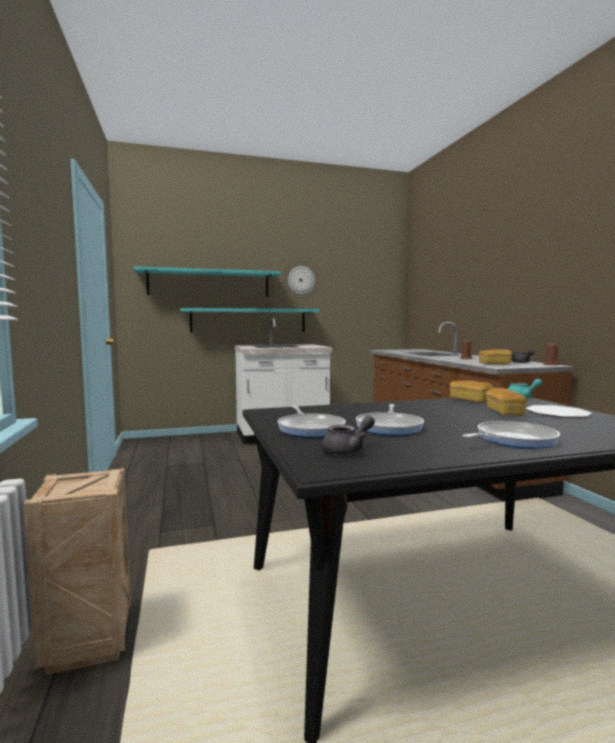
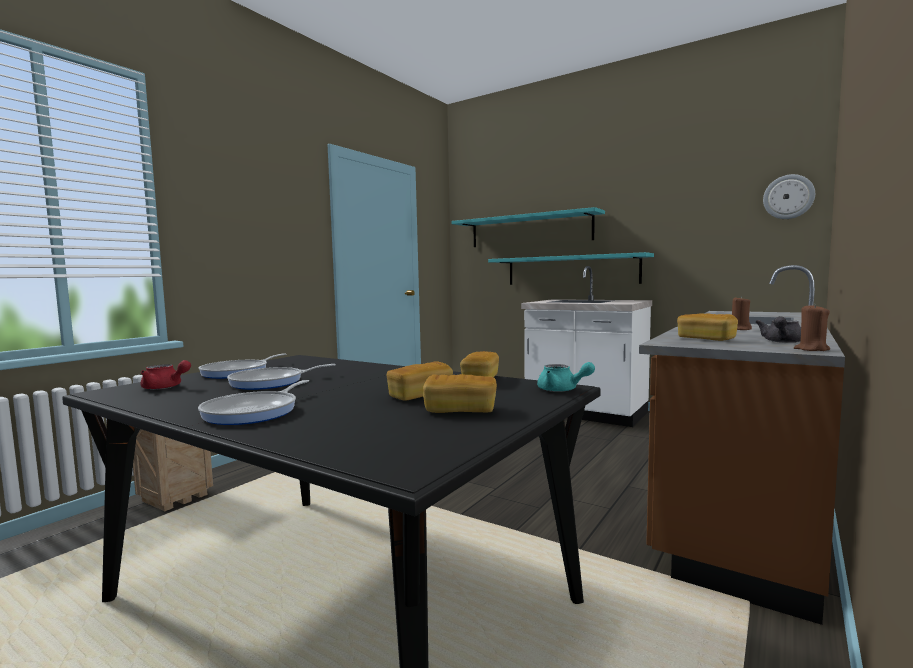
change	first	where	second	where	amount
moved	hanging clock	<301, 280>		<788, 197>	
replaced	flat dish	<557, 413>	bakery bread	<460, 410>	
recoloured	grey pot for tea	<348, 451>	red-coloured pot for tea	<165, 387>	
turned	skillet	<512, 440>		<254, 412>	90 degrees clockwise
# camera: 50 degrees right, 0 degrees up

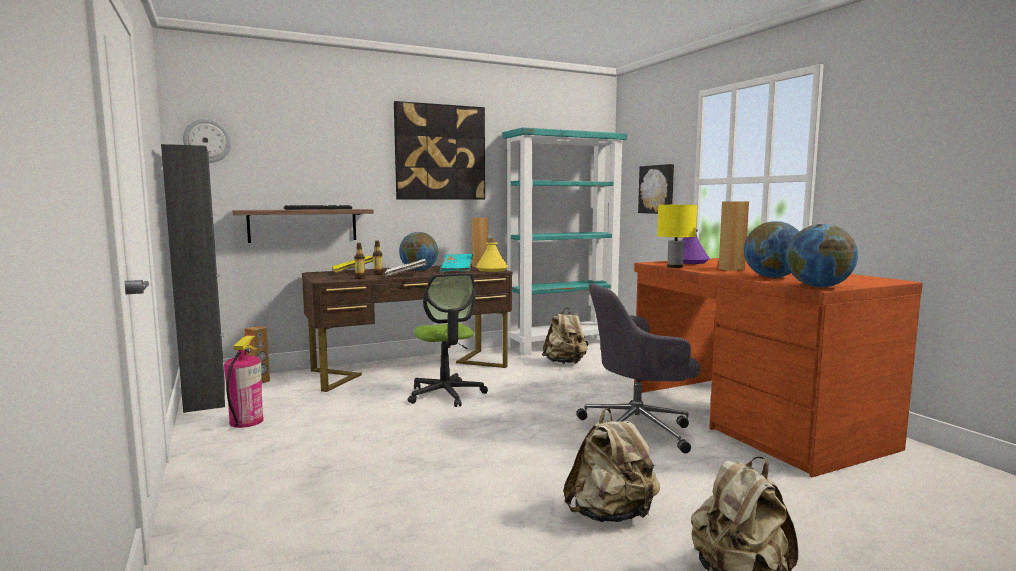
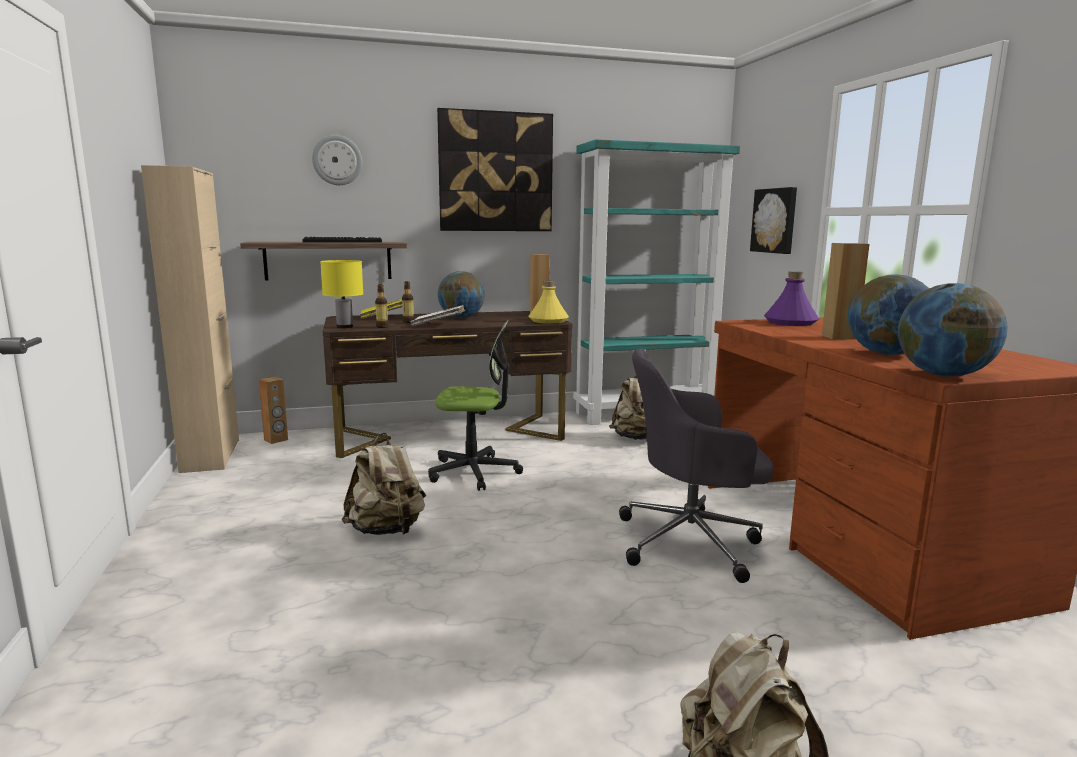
change	first	where	second	where	amount
removed	fire extinguisher	<246, 421>			
removed	turquoise-coloured volume	<457, 270>			
moved	hanging clock	<207, 140>		<337, 160>	
moved	beige-coloured backpack	<611, 515>		<386, 530>	
moved	yellow lamp for a table	<674, 267>		<344, 327>	
recoloured	black-coloured cabinet	<205, 397>	beige-coloured cabinet	<211, 455>	
turned	desk chair	<446, 394>		<474, 472>	75 degrees counterclockwise
# camera: 10 degrees right, 5 degrees up

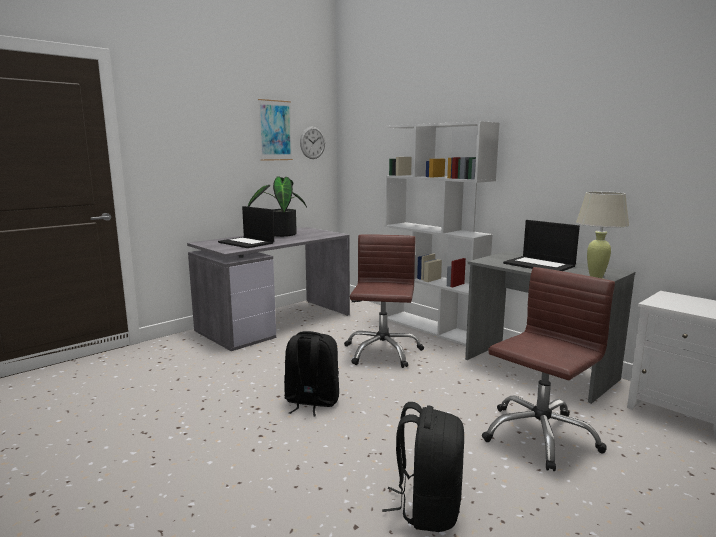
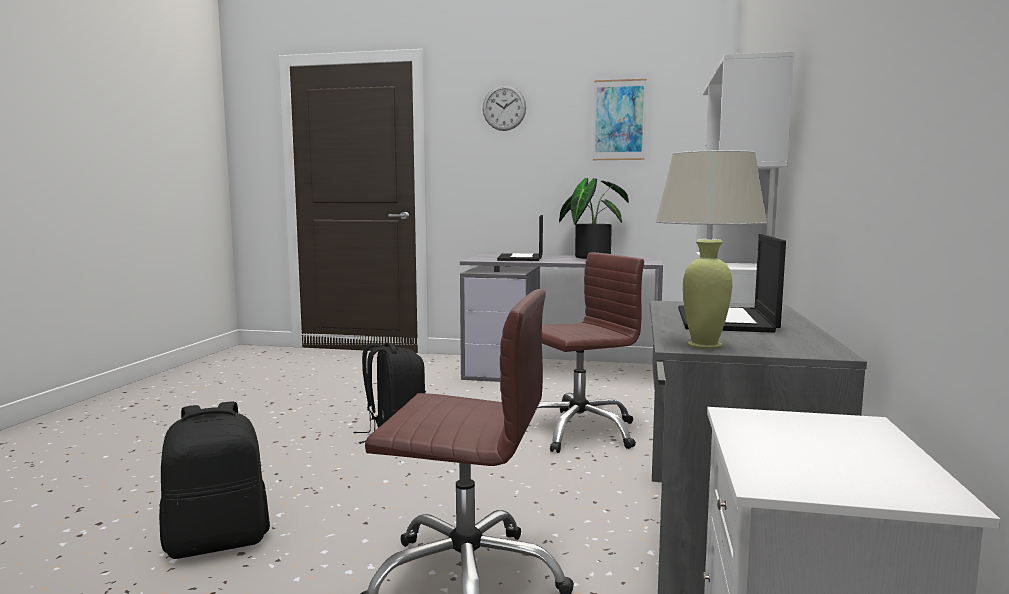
change	first	where	second	where	amount
moved	hanging clock	<312, 142>		<504, 108>	
# camera: 55 degrees right, 5 degrees down

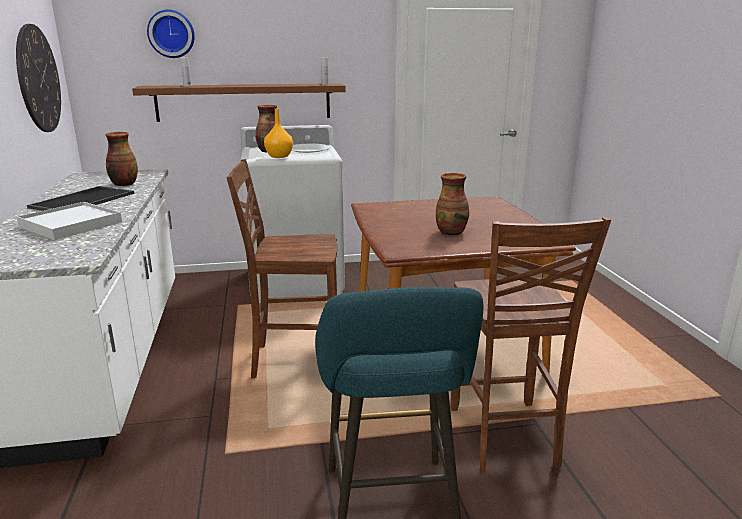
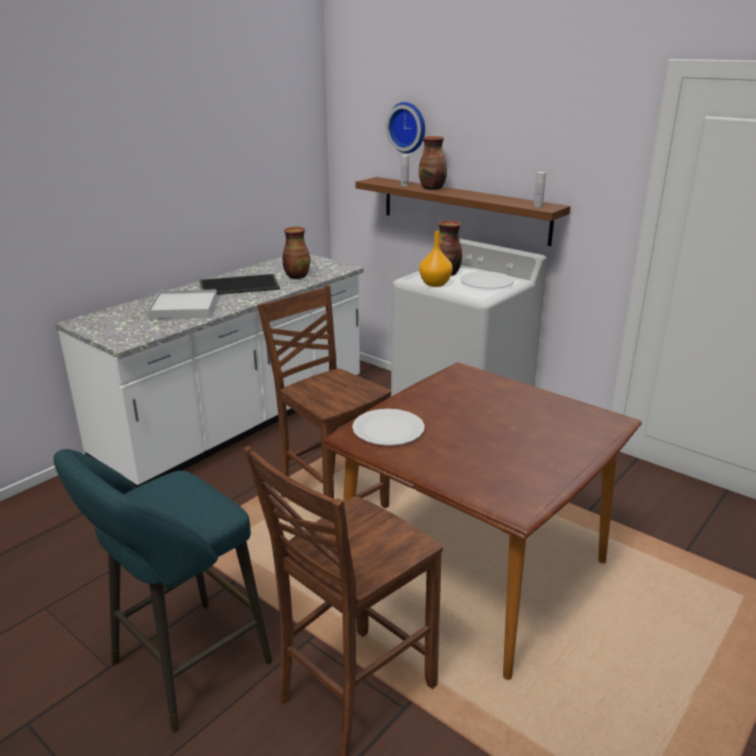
change	first	where	second	where	amount
removed	hanging clock	<38, 79>			
added			whitish flat dish	<388, 429>	
moved	decorative vase	<451, 232>		<432, 188>	
# camera: 50 degrees right, 5 degrees up

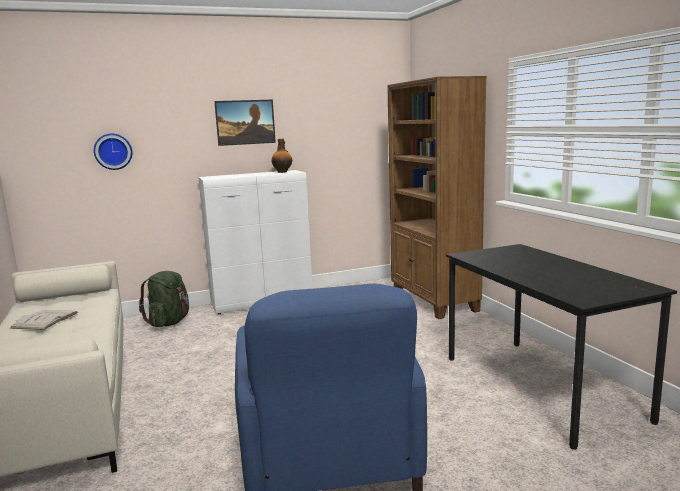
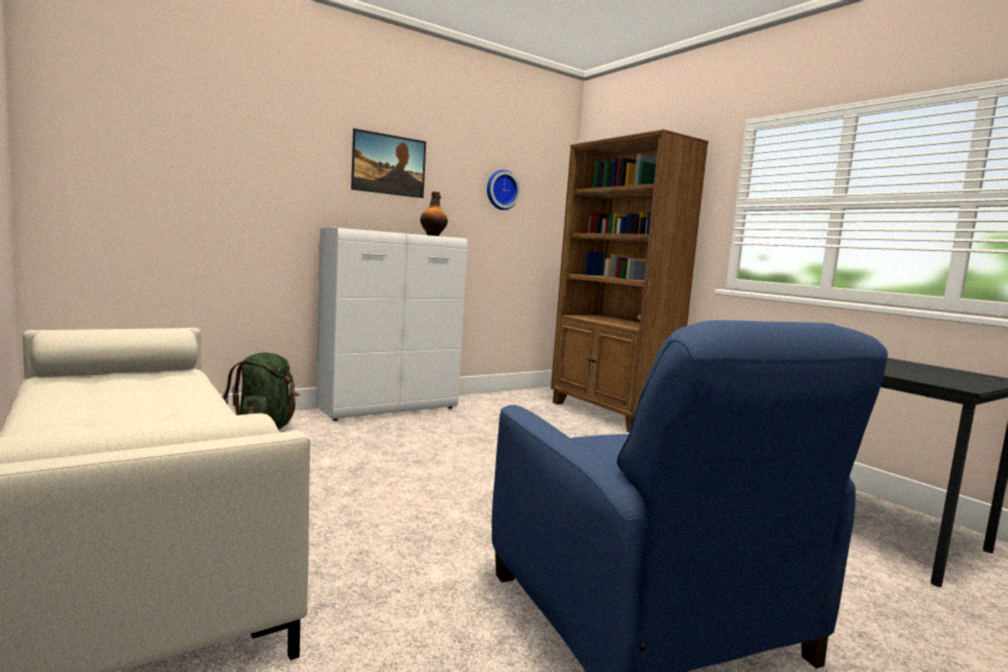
change	first	where	second	where	amount
removed	whitish volume	<45, 320>			
moved	hanging clock	<113, 151>		<501, 190>	
# camera: 15 degrees left, 5 degrees down

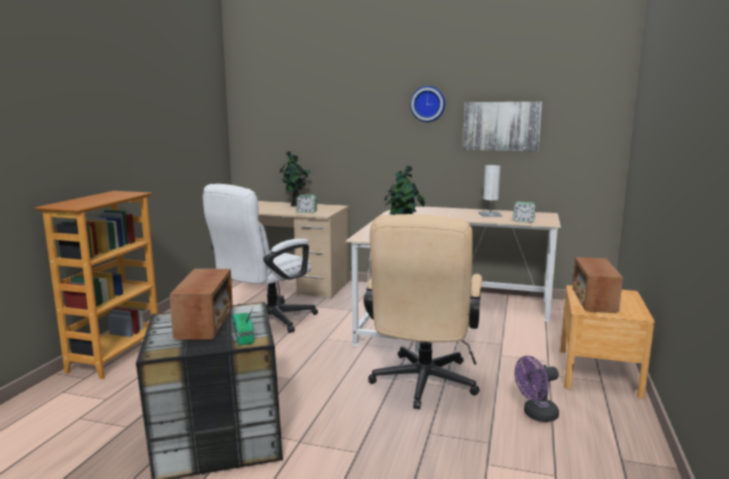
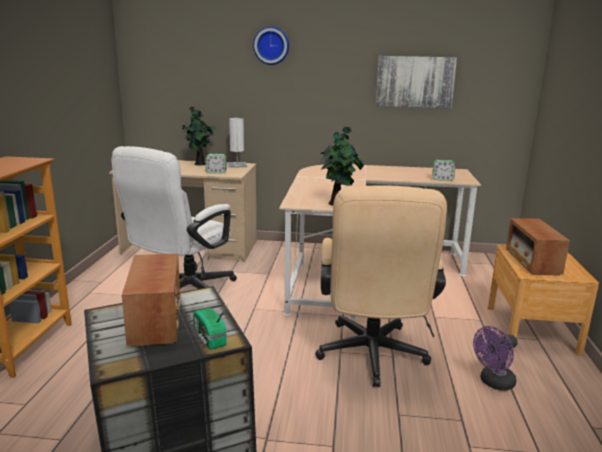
change	first	where	second	where	amount
moved	hanging clock	<428, 104>		<271, 45>	
moved	whitish lamp for a table	<490, 214>		<237, 165>	
# camera: 10 degrees left, 5 degrees up

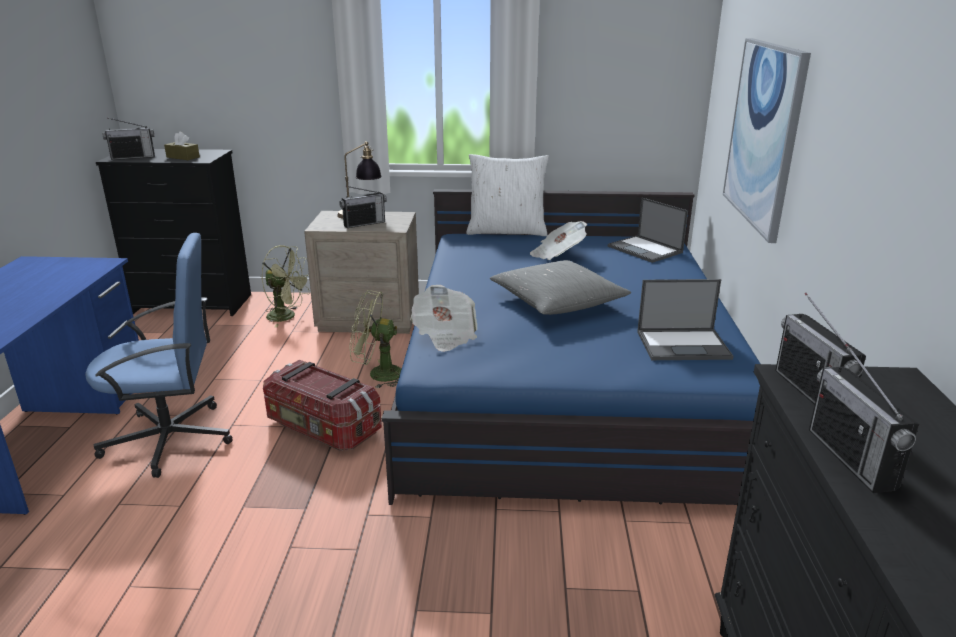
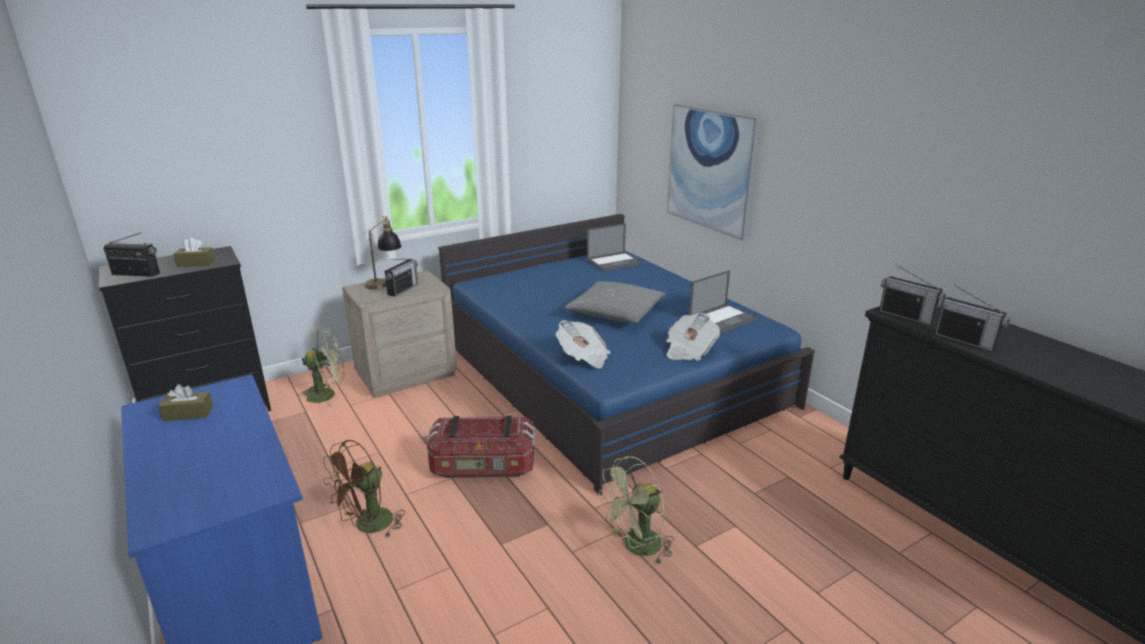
change	first	where	second	where	amount
removed	whitish cushion	<507, 231>			
added			brown-coloured tissue box	<188, 413>	
moved	green cooling fan	<378, 374>		<636, 547>	
moved	printed paper	<557, 254>		<689, 350>	
replaced	blue desk chair	<171, 439>	brown-coloured cooling fan	<367, 526>	
turned	radio receiver	<133, 157>		<136, 274>	120 degrees counterclockwise
turned	laptop	<645, 249>		<614, 262>	45 degrees counterclockwise
# camera: 35 degrees left, 0 degrees up

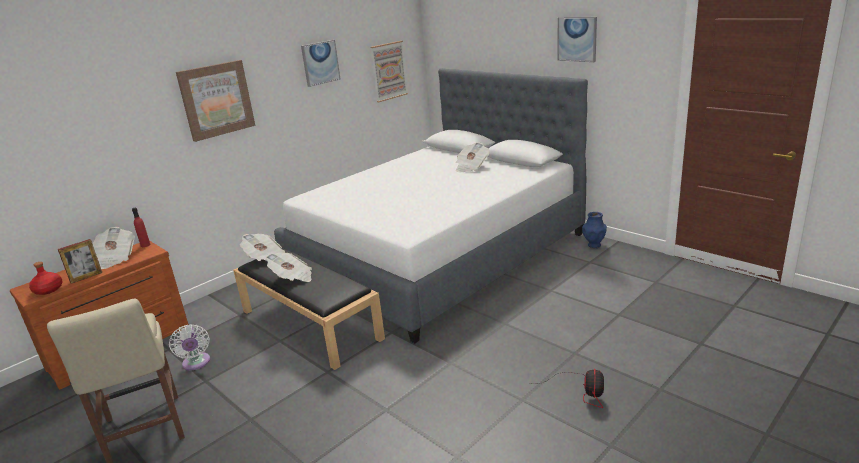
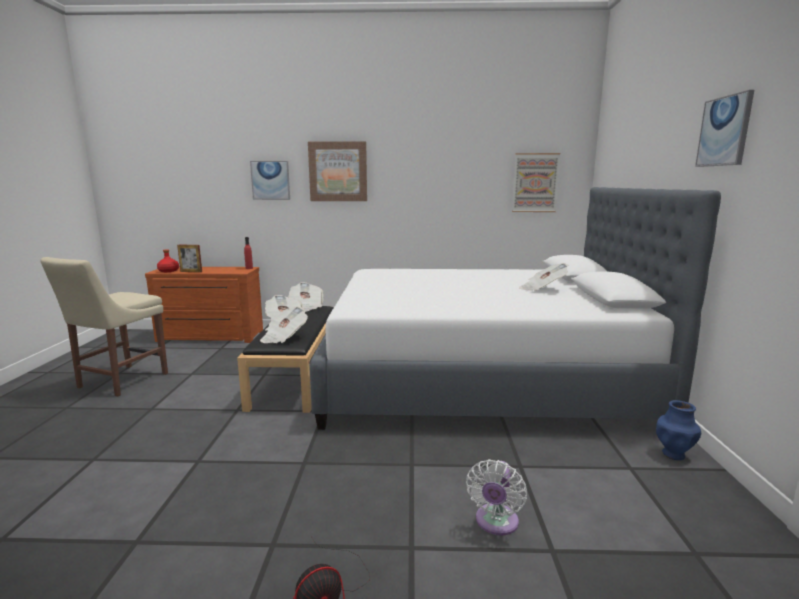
change	first	where	second	where	amount
moved	printed paper	<115, 258>		<284, 337>	
moved	whitish cooling fan	<196, 363>		<495, 523>	
moved	wall picture	<320, 63>		<270, 180>	
# camera: 45 degrees right, 10 degrees down

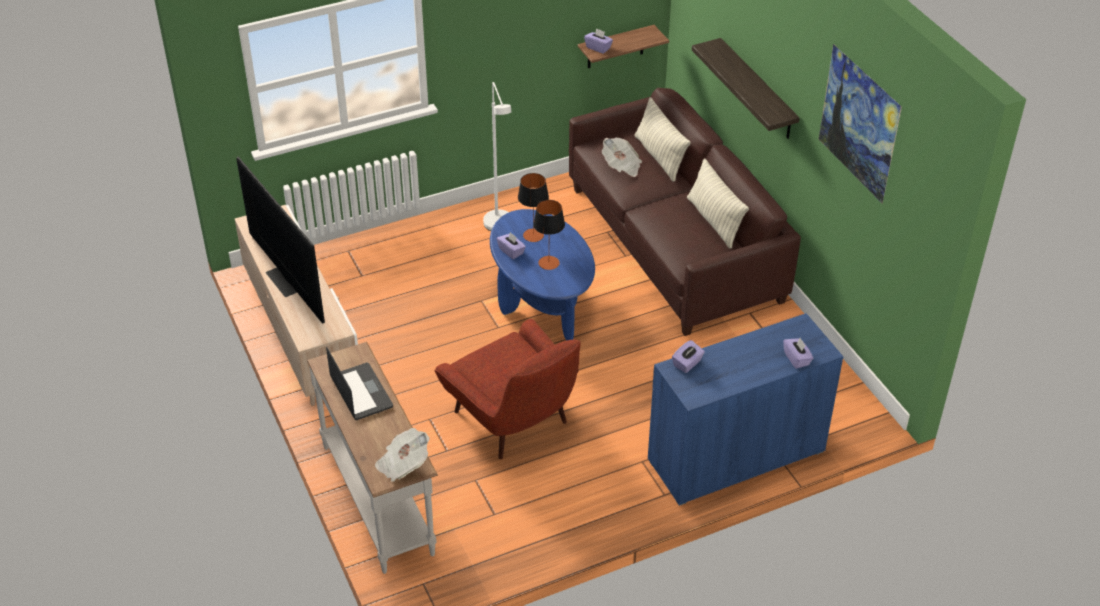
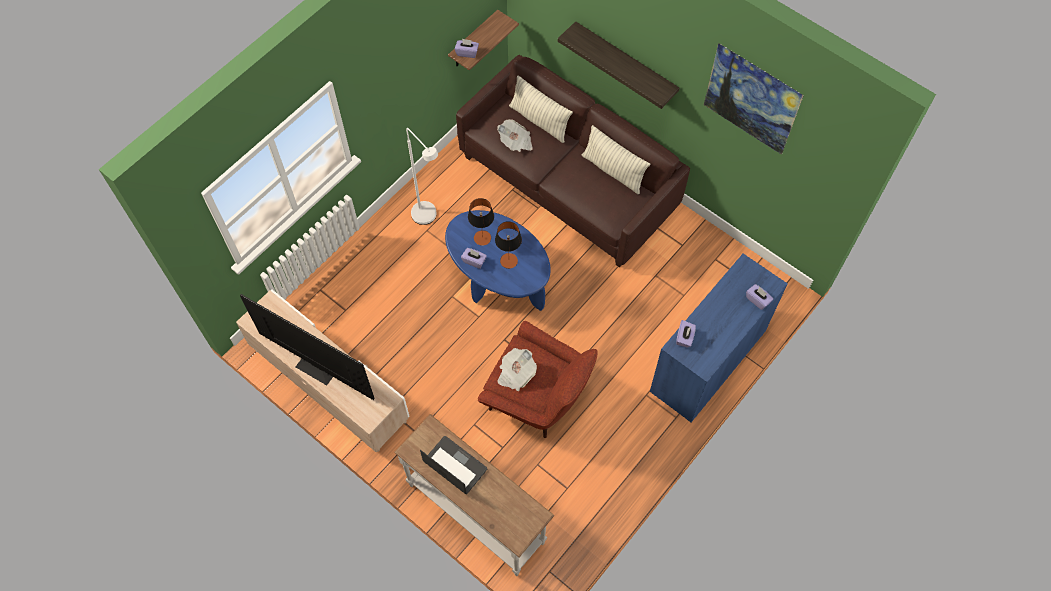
change	first	where	second	where	amount
moved	printed paper	<403, 464>		<515, 374>	
# camera: 25 degrees left, 20 degrees up

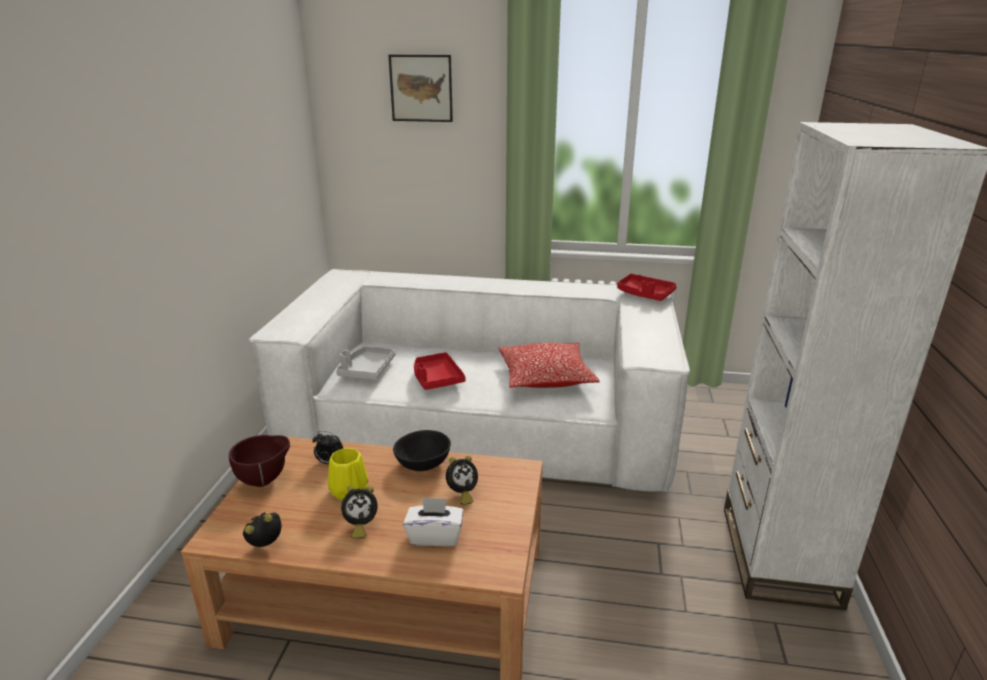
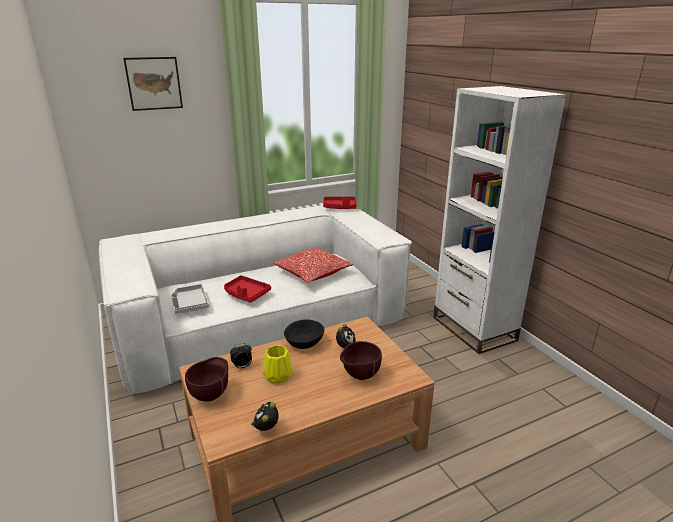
change	first	where	second	where	amount
removed	bedside clock	<360, 526>			
replaced	whitish tissue box	<435, 536>	brown-coloured bowl	<359, 376>	
# camera: 35 degrees left, 0 degrees up

